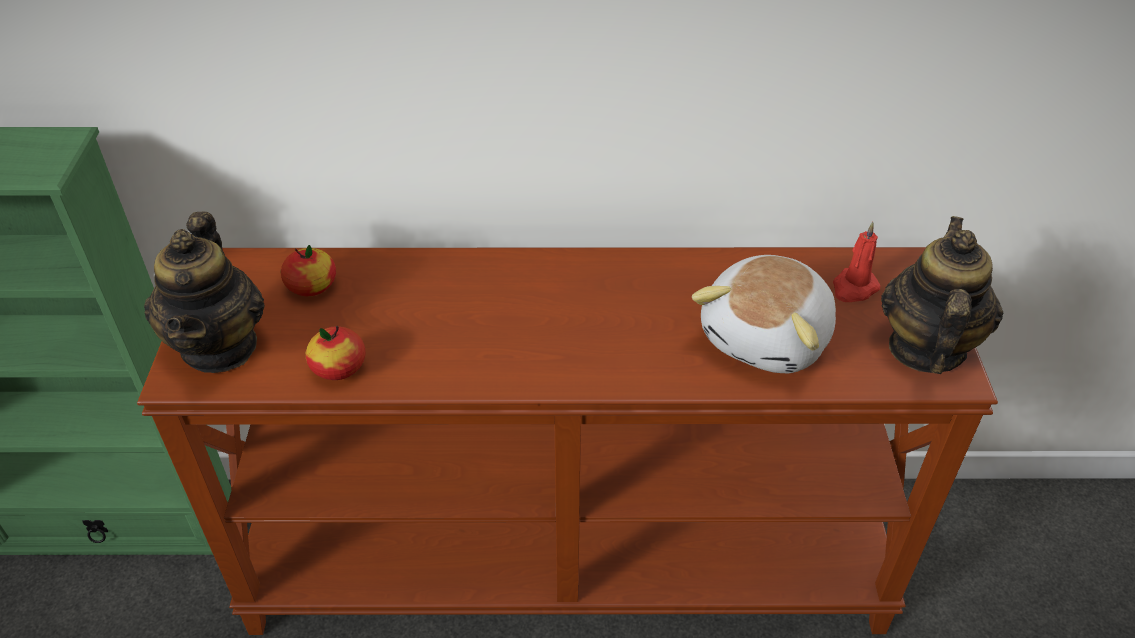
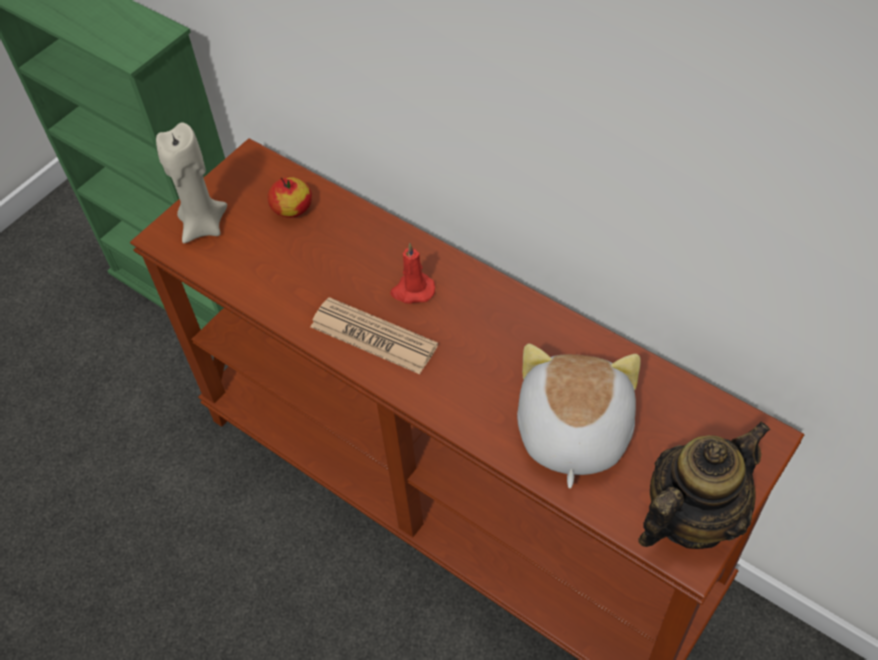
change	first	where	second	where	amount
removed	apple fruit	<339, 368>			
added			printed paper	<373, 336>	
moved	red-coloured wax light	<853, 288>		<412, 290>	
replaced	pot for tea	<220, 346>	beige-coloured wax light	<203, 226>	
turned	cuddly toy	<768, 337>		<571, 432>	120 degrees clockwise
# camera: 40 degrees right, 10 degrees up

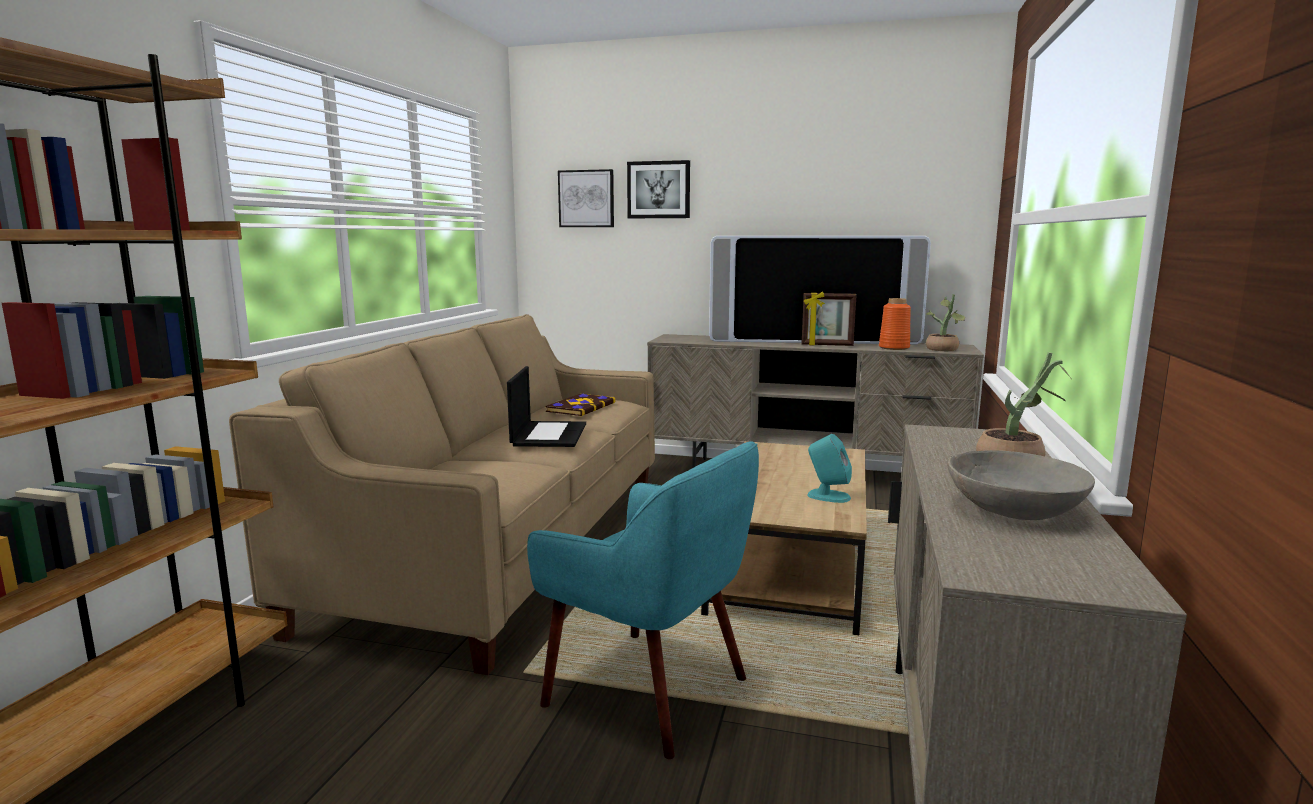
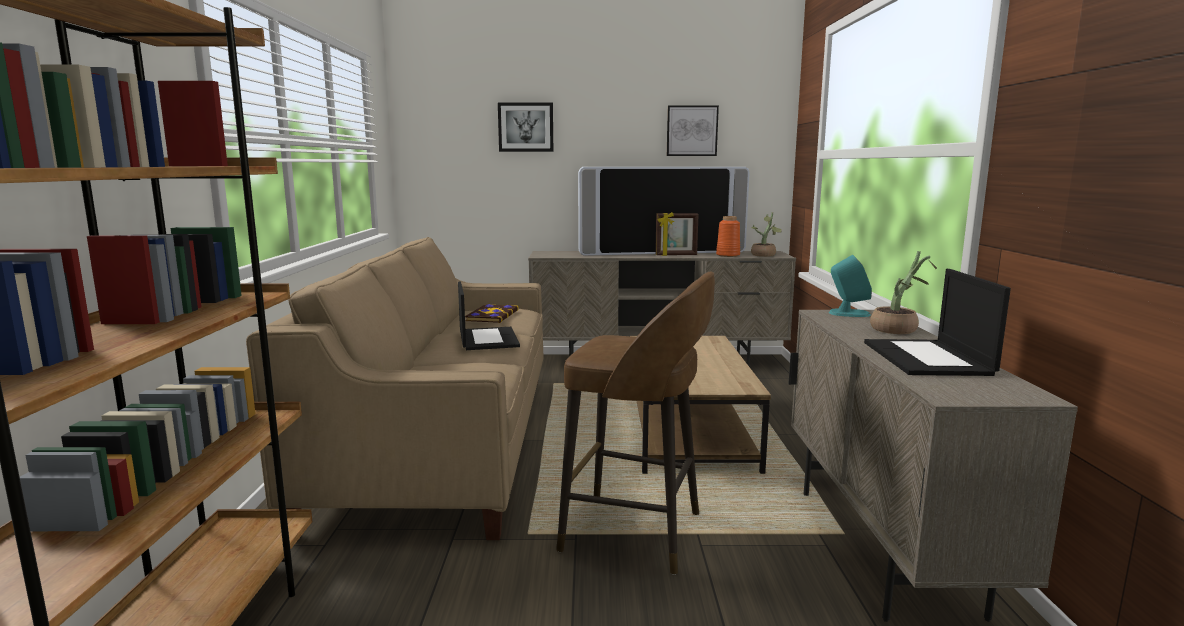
change	first	where	second	where	amount
moved	wall picture	<586, 199>		<692, 131>	
moved	turquoise-coloured audio speaker	<828, 496>		<848, 313>	
replaced	turquoise-coloured easy chair	<650, 691>	brown-coloured stool seat	<636, 533>	
replaced	grey bowl	<1014, 510>	laptop	<928, 358>	
# camera: 15 degrees left, 0 degrees up

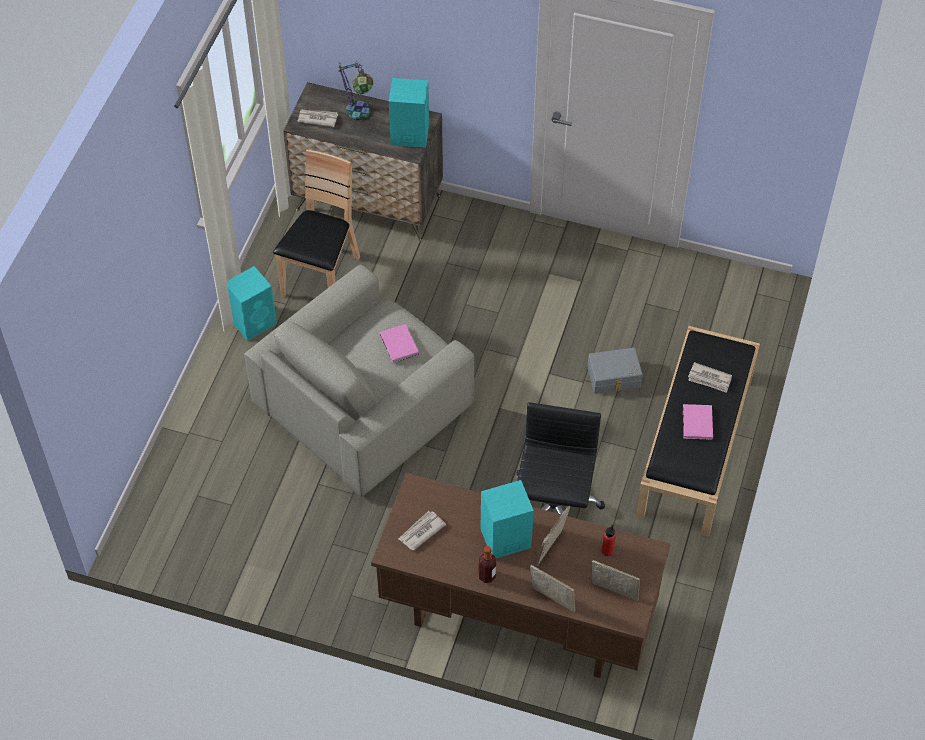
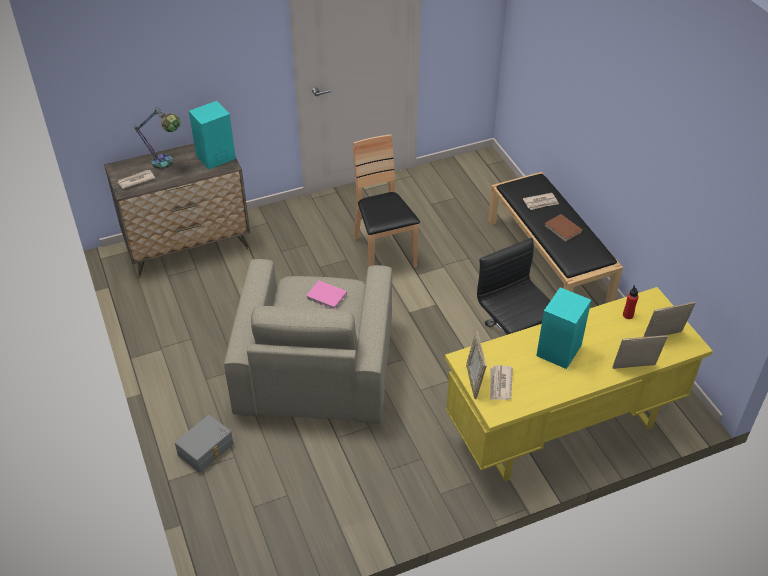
change	first	where	second	where	amount
removed	turquoise-coloured audio speaker	<254, 321>			
removed	bottle	<487, 576>			
moved	brown-coloured plain chair	<322, 278>		<383, 253>	
moved	picture frame	<551, 550>		<474, 381>	
moved	grey storage container	<614, 377>		<206, 450>	
recoloured	brown-coloured desk	<516, 618>	yellow desk	<562, 429>	
recoloured	pink volume	<696, 424>	brown-coloured volume	<563, 230>	
# camera: 40 degrees left, 10 degrees down

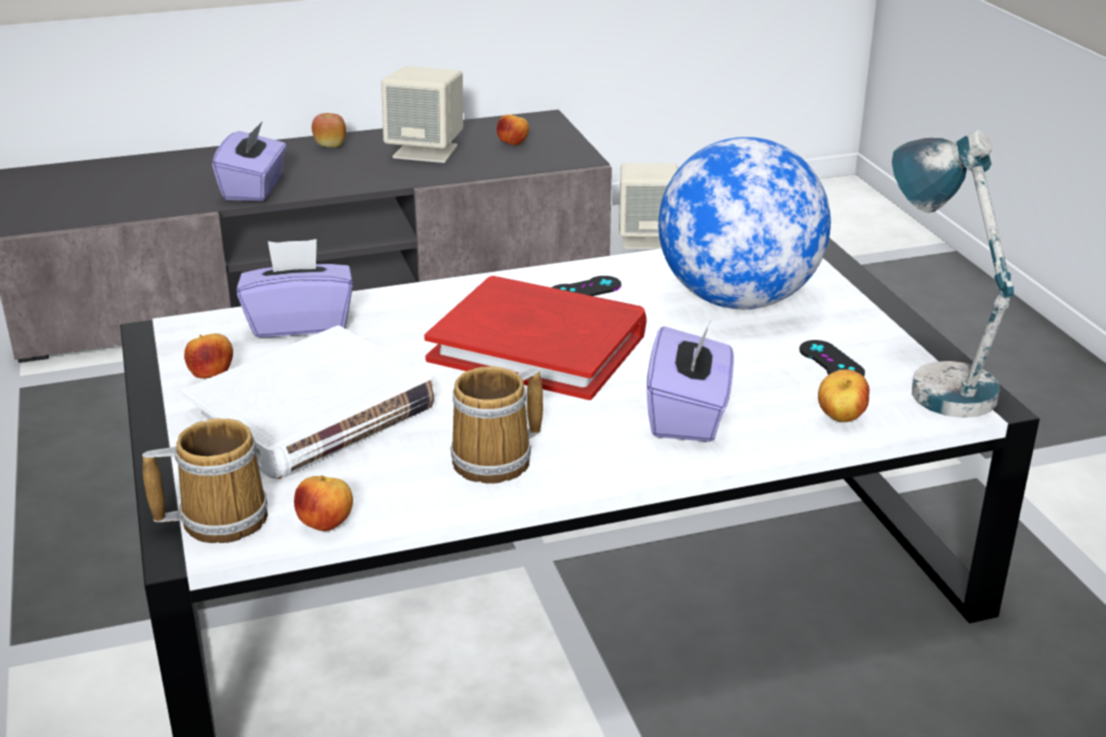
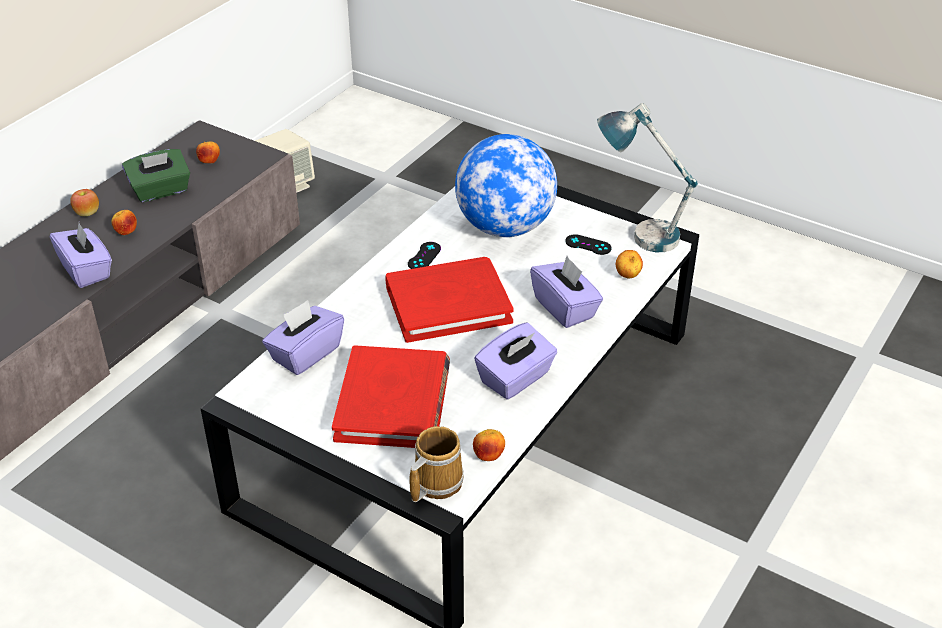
change	first	where	second	where	amount
moved	apple fruit	<212, 376>		<126, 232>	
replaced	beige-coloured audio speaker	<426, 151>	green tissue box	<160, 191>	
replaced	coffee mug	<498, 460>	purplish tissue box	<516, 378>	
recoloured	whitish volume	<312, 412>	red-coloured volume	<393, 402>	
# camera: 40 degrees left, 10 degrees up

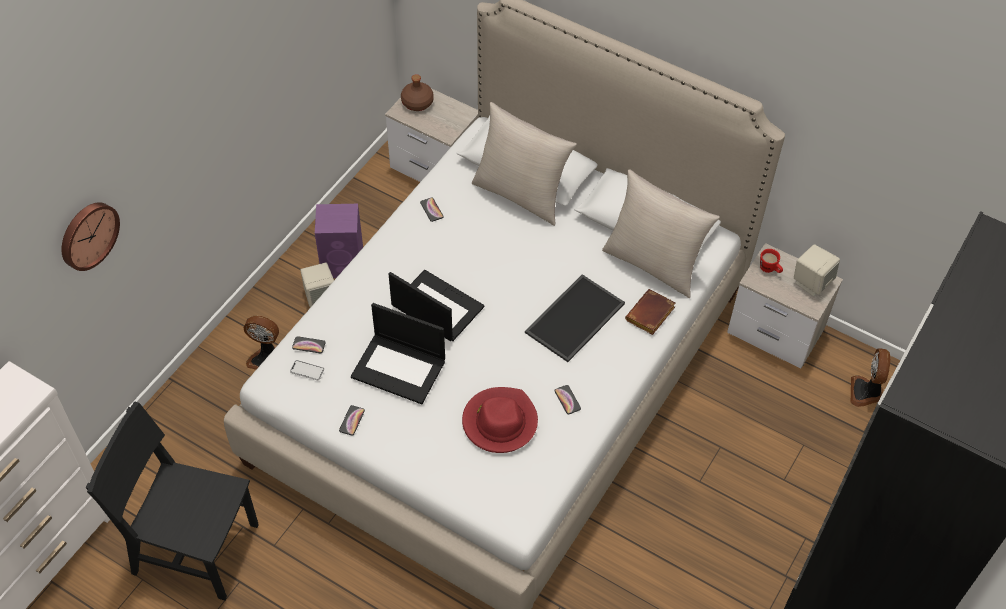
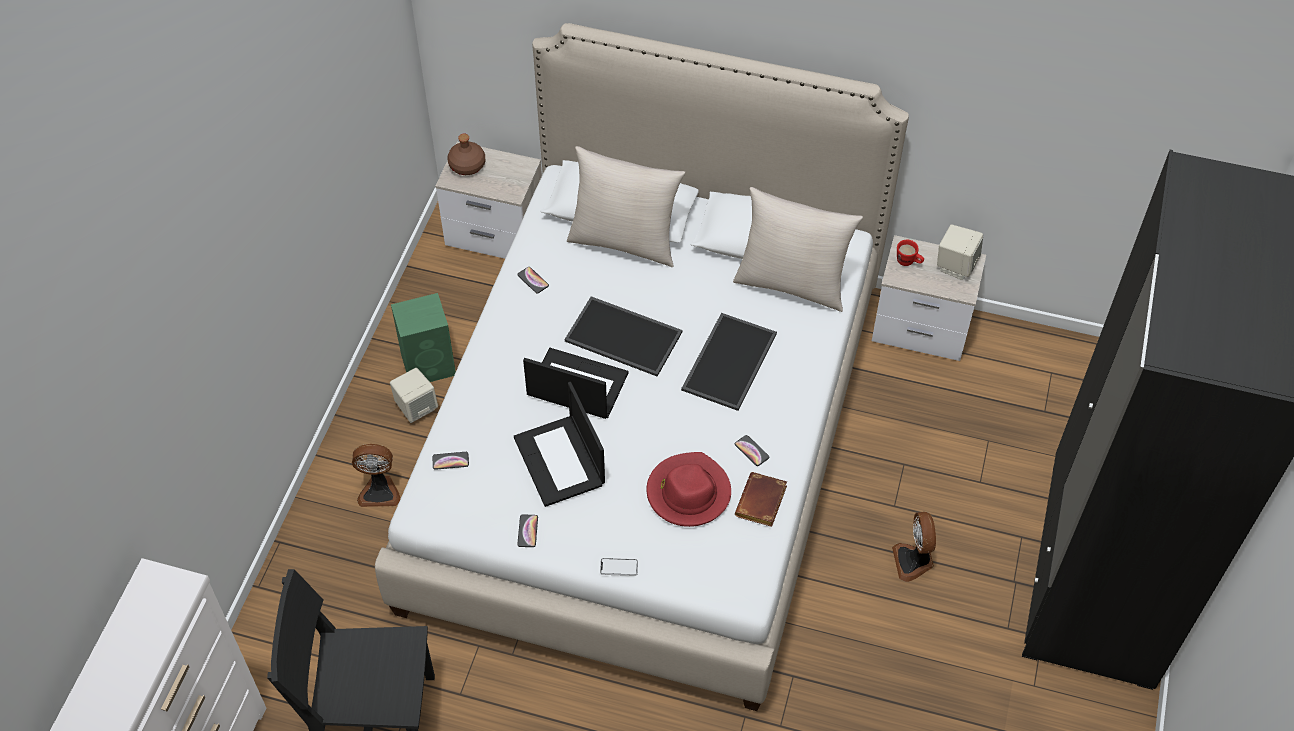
change	first	where	second	where	amount
removed	hanging clock	<87, 234>			
added			carrying tray	<625, 336>	
moved	handset	<307, 370>		<619, 567>	
moved	brown-coloured volume	<650, 316>		<762, 504>	
moved	cooling fan	<866, 392>		<913, 561>	
recoloured	purplish audio speaker	<344, 263>	green audio speaker	<430, 364>	
turned	laptop	<400, 368>		<560, 461>	60 degrees clockwise
# camera: 15 degrees left, 0 degrees up

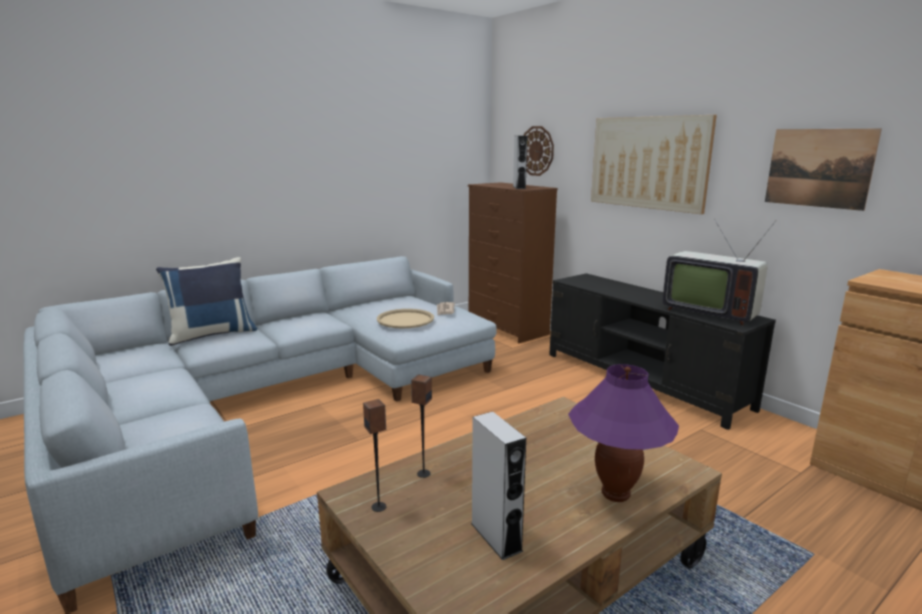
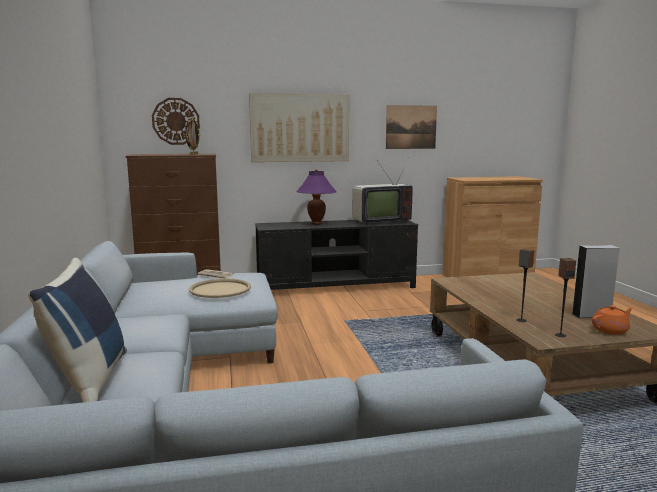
change	first	where	second	where	amount
added			orange-coloured pot for tea	<610, 330>	
moved	purplish lamp for a table	<615, 494>		<316, 223>	
replaced	grey audio speaker	<519, 187>	picture frame	<193, 154>	
# camera: 65 degrees left, 5 degrees down

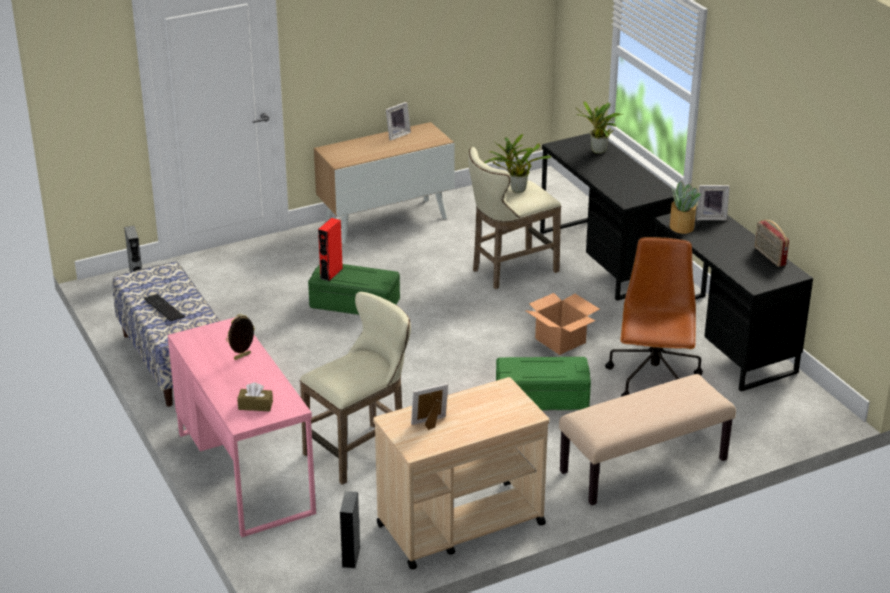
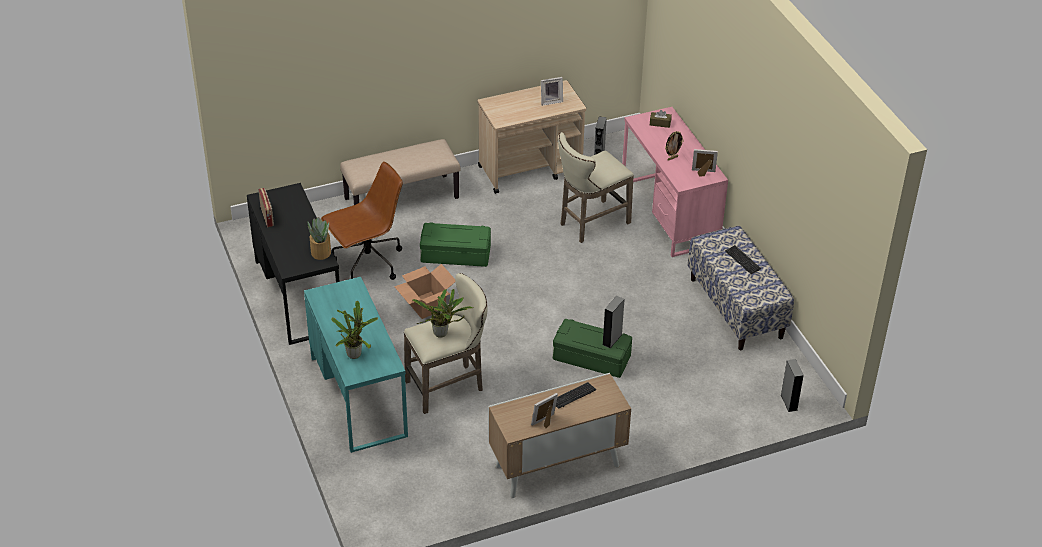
change	first	where	second	where	amount
added			keyboard	<573, 396>	
moved	picture frame	<711, 217>		<703, 173>	
recoloured	red-coloured audio speaker	<331, 273>	grey audio speaker	<612, 339>	
recoloured	black-coloured desk	<603, 258>	turquoise-coloured desk	<358, 396>	
turned	brown-coloured desk chair	<653, 380>		<367, 263>	135 degrees counterclockwise
# camera: 175 degrees left, 10 degrees up

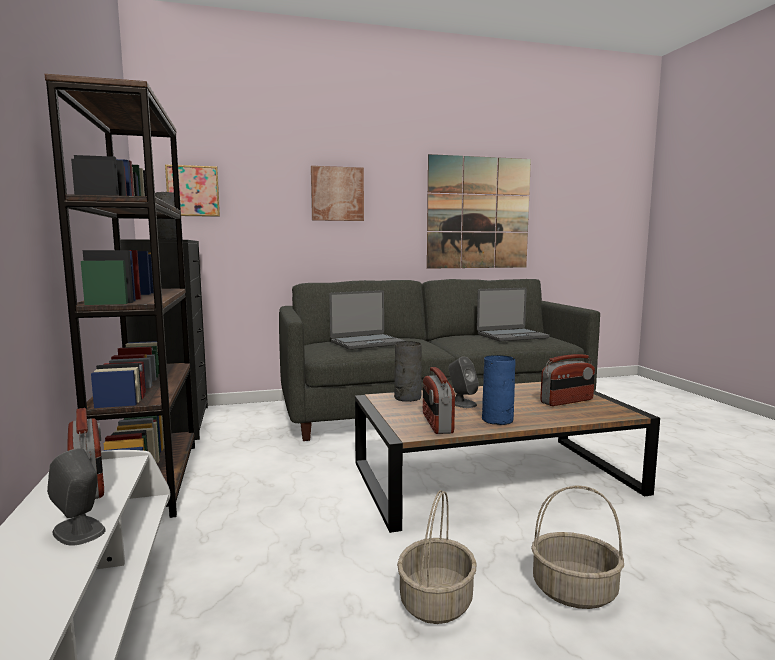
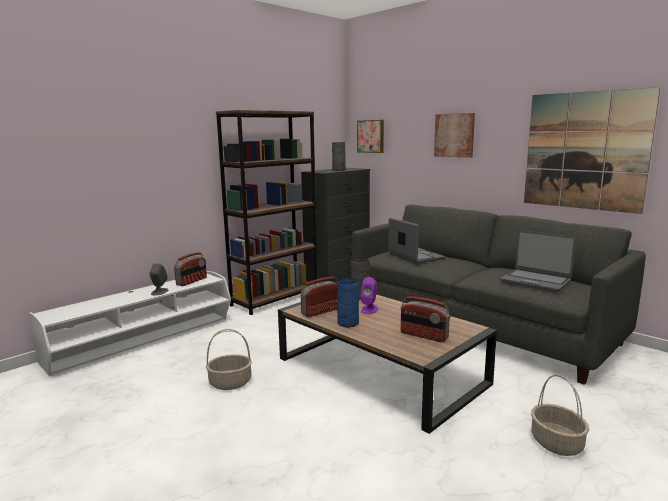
change	first	where	second	where	amount
moved	basket	<573, 591>		<555, 443>	
recoloured	grey audio speaker	<461, 403>	purplish audio speaker	<369, 309>	
turned	laptop	<367, 343>		<415, 256>	150 degrees counterclockwise
# camera: 60 degrees right, 5 degrees up

